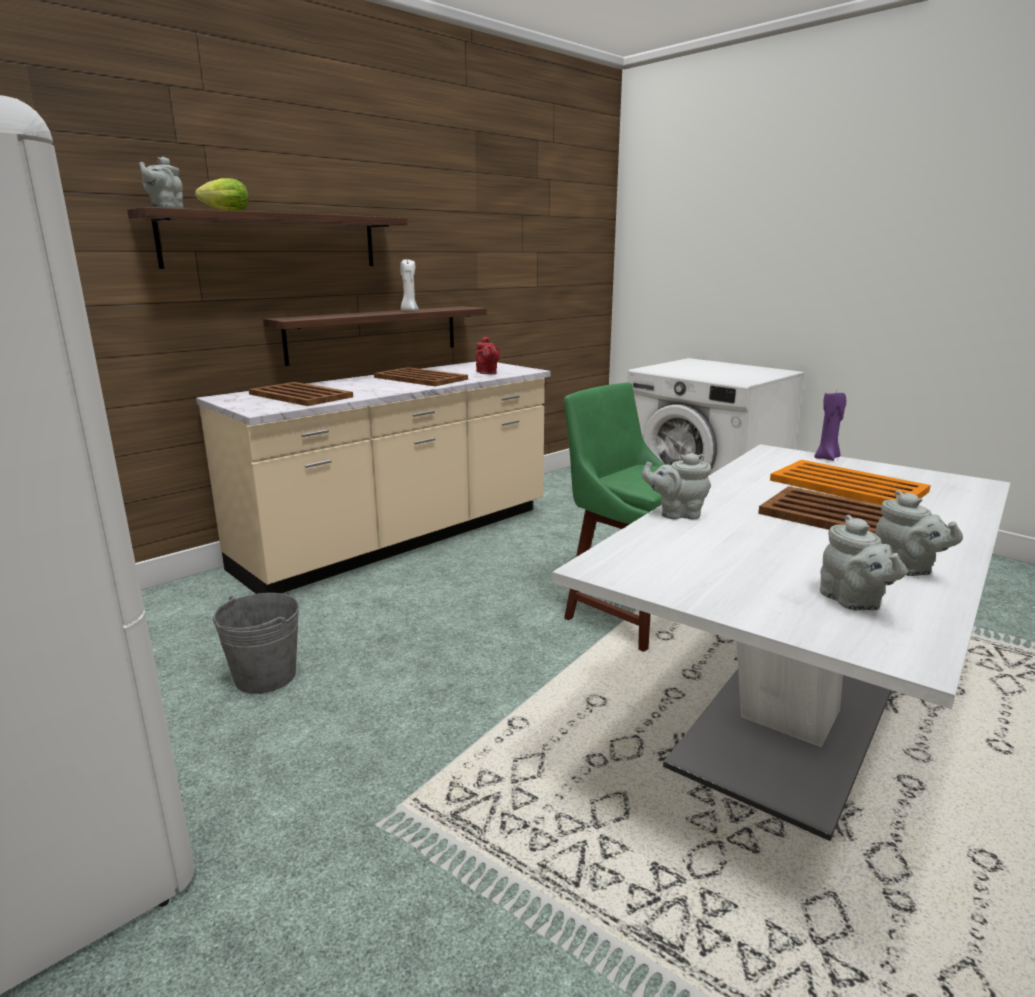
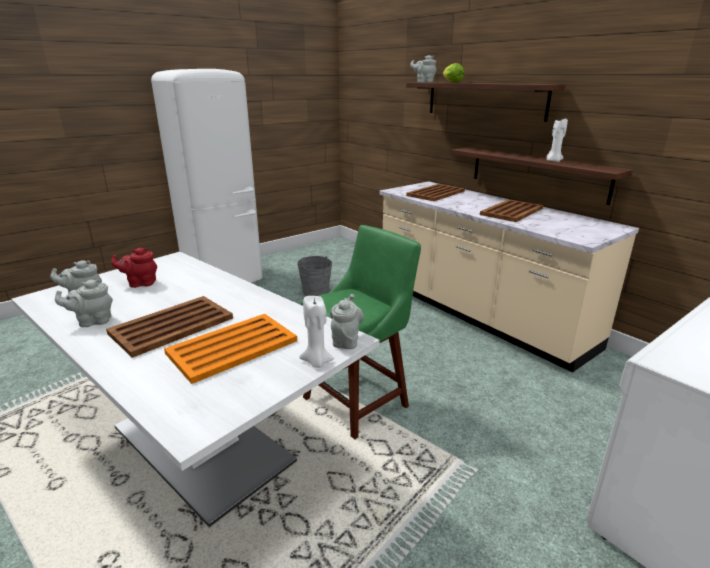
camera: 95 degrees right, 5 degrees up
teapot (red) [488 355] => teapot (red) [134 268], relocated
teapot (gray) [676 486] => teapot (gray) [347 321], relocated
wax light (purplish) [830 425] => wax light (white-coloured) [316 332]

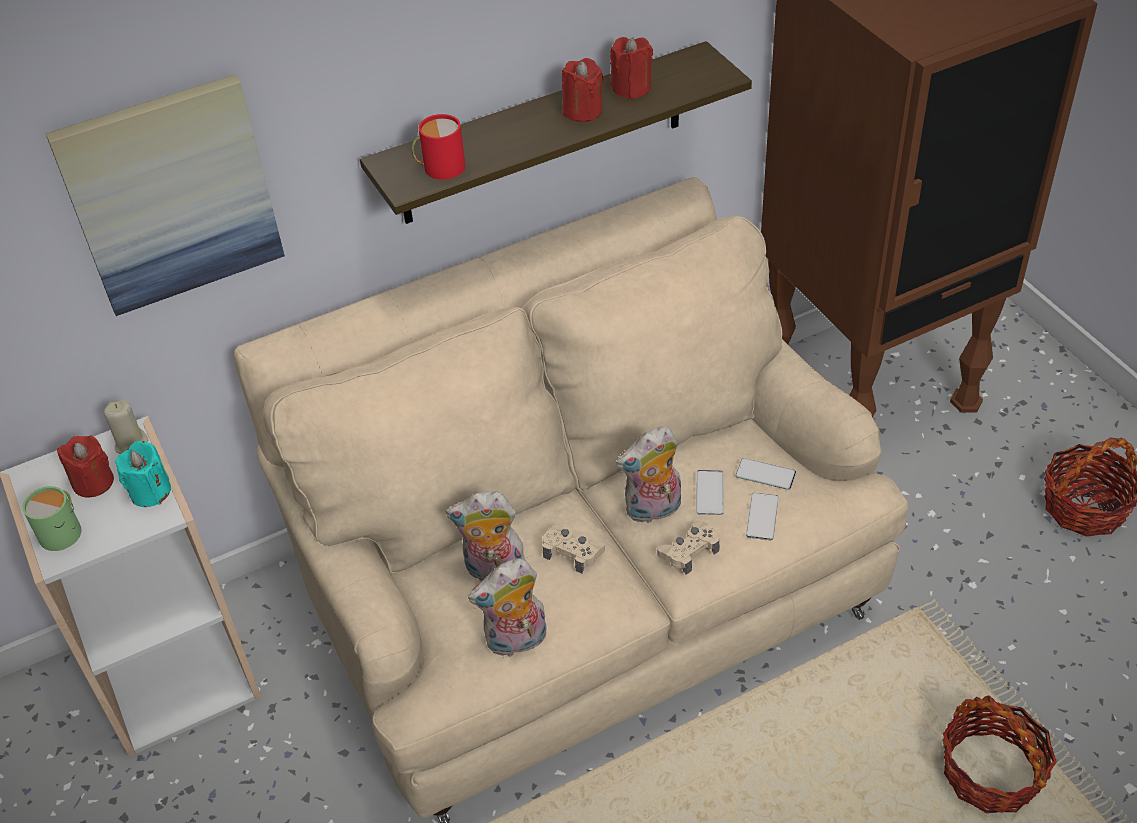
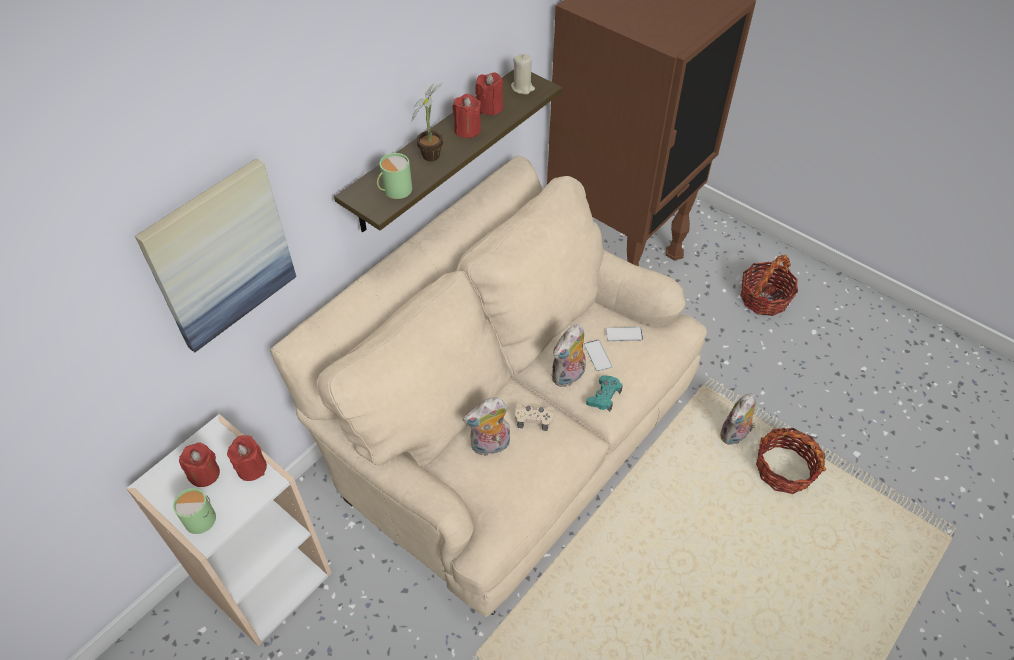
camera: 25 degrees left, 5 degrees up
wax light (beige-coloured) [126 426] => wax light (beige-coloured) [523 74], relocated
wax light (turquoise) [143 474] => wax light (red) [247 458]
mug (red) [438 147] => mug (green) [394 176]
plush toy [507 608] => plush toy [738 419], relocated
joypad (beige-coloured) [688 548] => joypad (turquoise) [604 393]
handset [762 516] => nothing
nothing => houseplant [428 121]

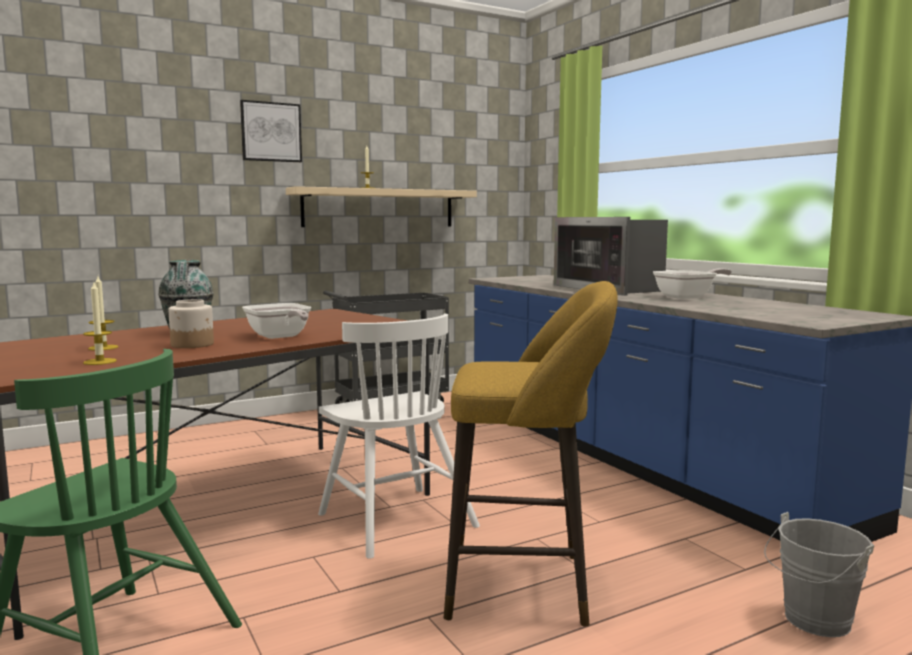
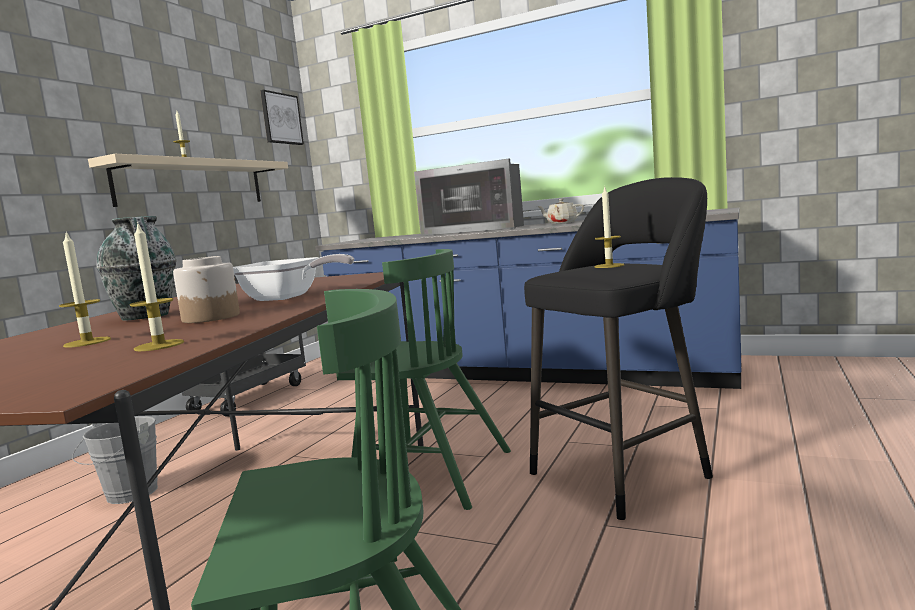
camera: 35 degrees left, 0 degrees up
wall picture [271 131] => wall picture [282 117], relocated
plain chair (white-coloured) [399 436] => plain chair (green) [423 379]
sitting stool (yellow-coloured) [531 453] => sitting stool (blackish) [618 348]
skillet [692 283] => teapot (beige-coloured) [560 211]
bucket (gray) [819 574] => bucket (gray) [115 460], relocated
nothing => wax light [609 227]

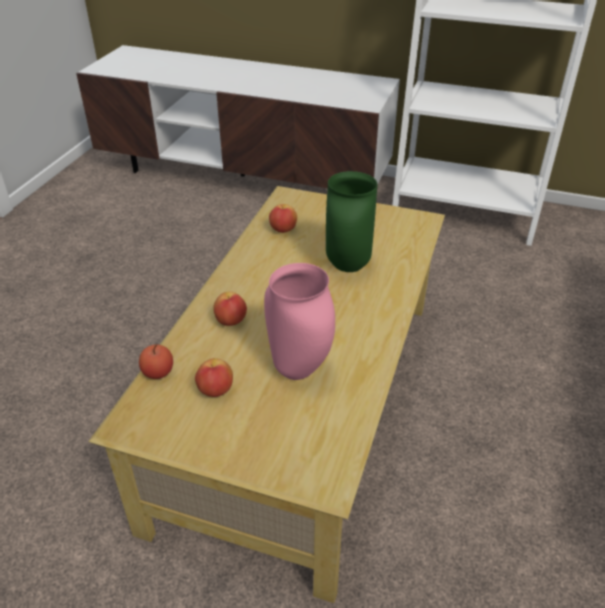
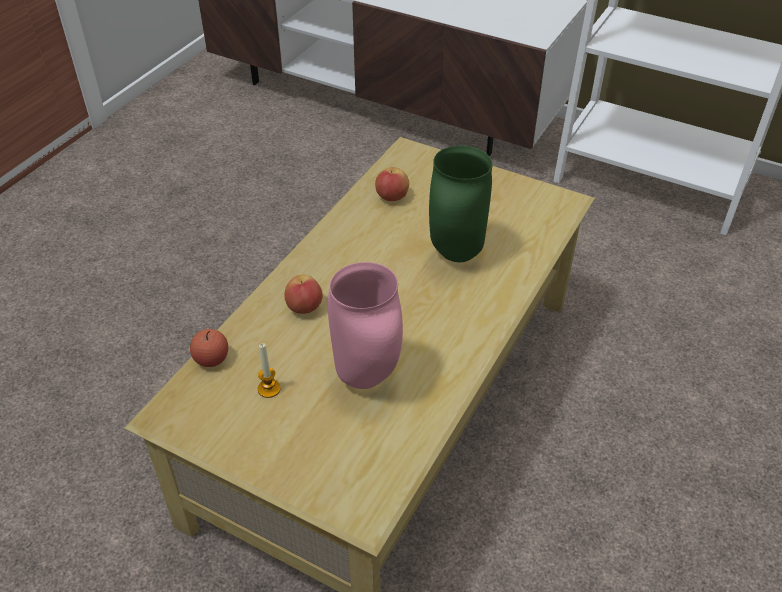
camera: 10 degrees right, 5 degrees up
whole apple [214 377] => wax light [269 370]

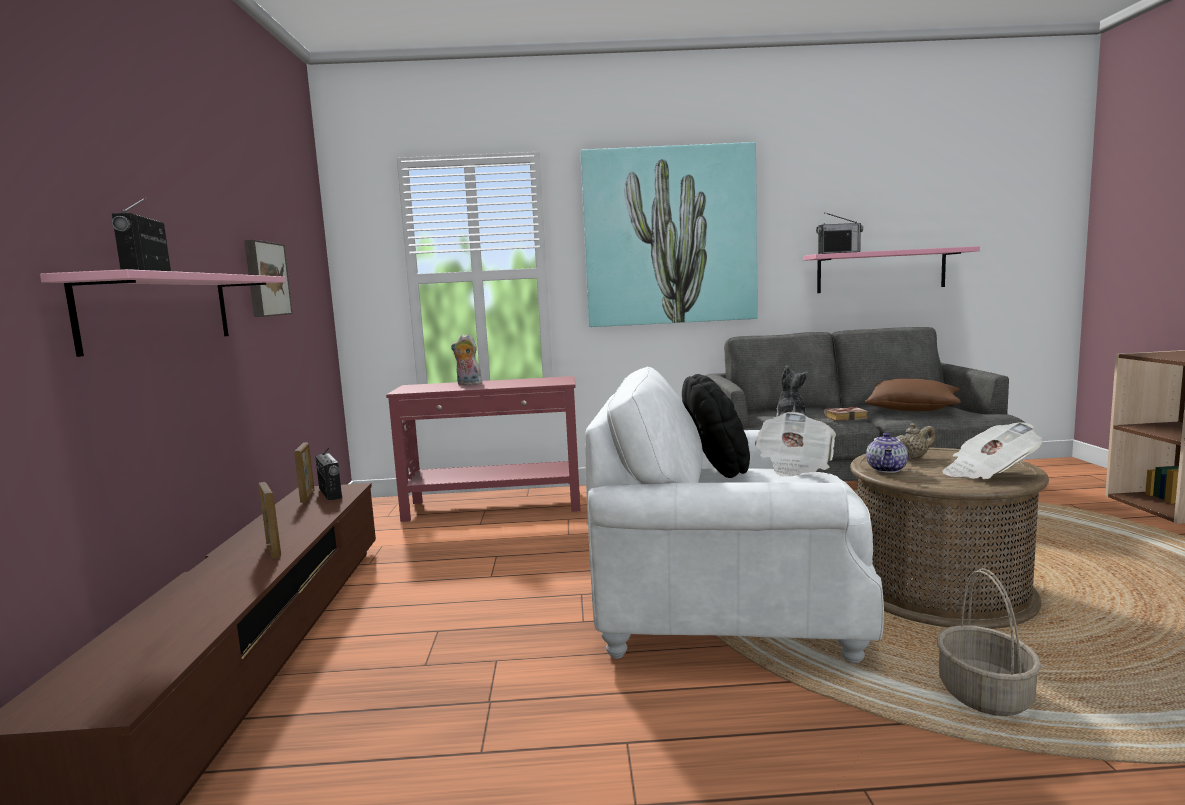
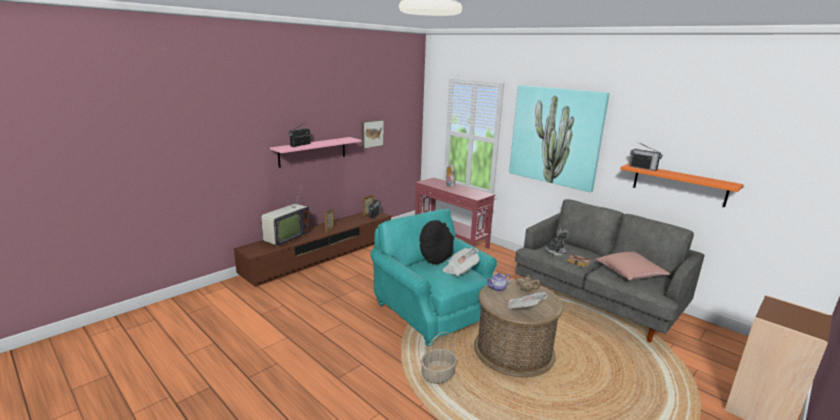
camera: 45 degrees right, 10 degrees up
armchair (white-coloured) [734 515] => armchair (turquoise) [433 277]
shelf (pink) [892 269] => shelf (orange) [682 185]
throw pillow (brownish) [913 394] => throw pillow (pink) [633 266]
nothing => television [285 216]

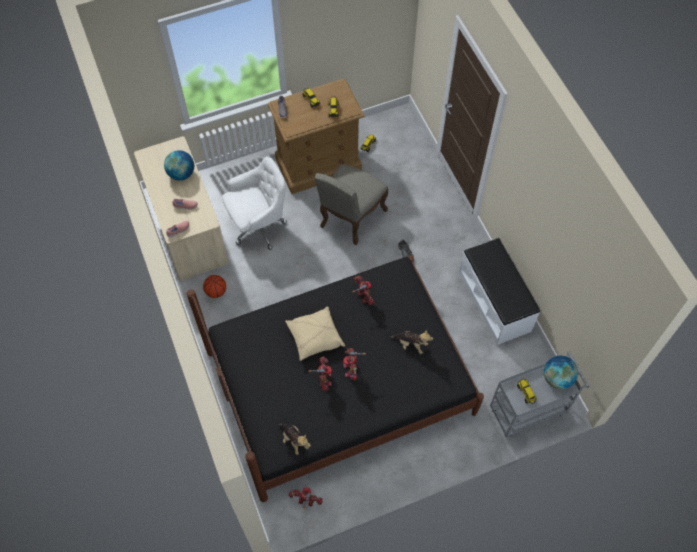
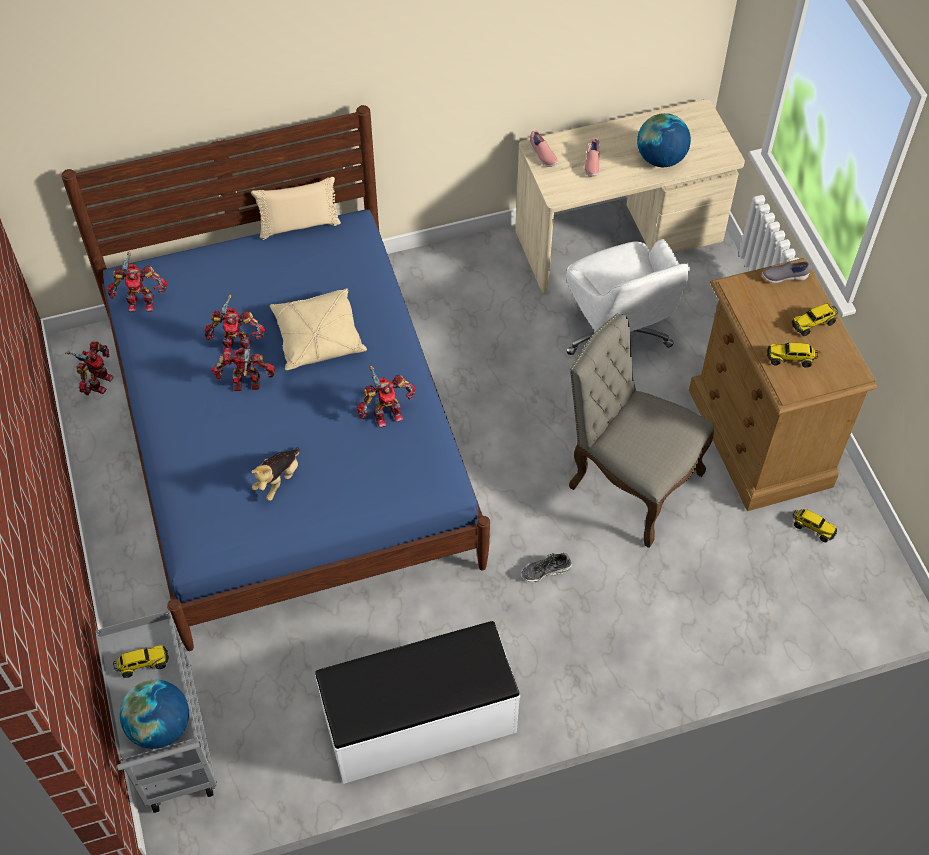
camera: 95 degrees right, 5 degrees down
sleeping bed (blackish) [335 378] => sleeping bed (blue) [275 378]
basketball [214 286] => nothing
plush toy [295 439] => model robot [137 282]
nothing => throw pillow (beige-coloured) [296 208]

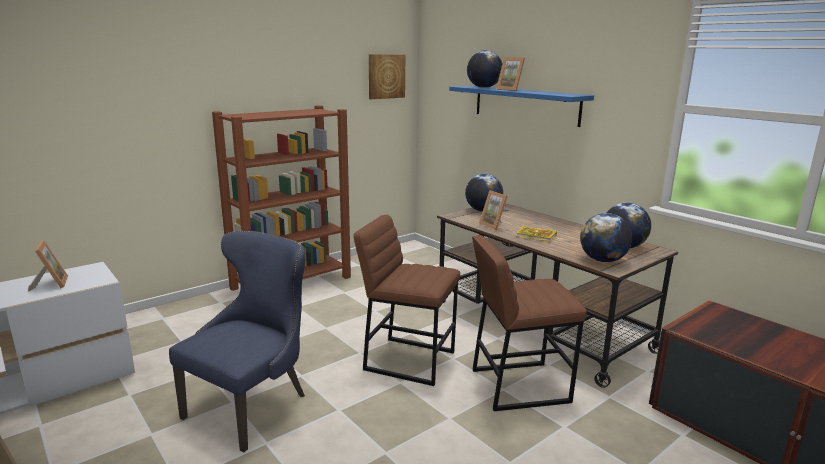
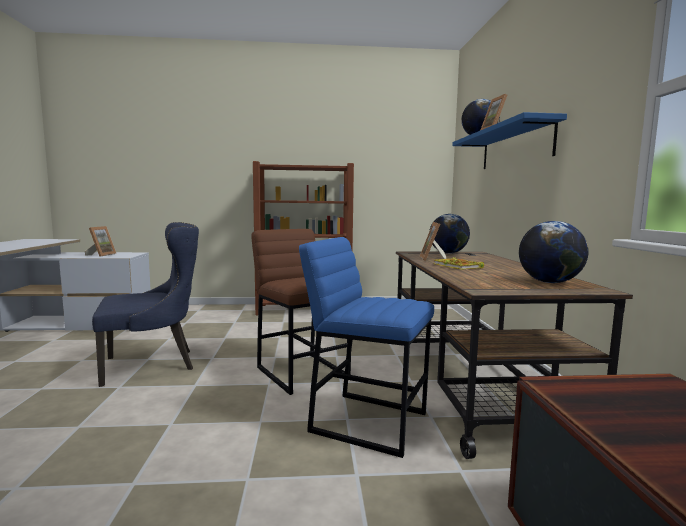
camera: 35 degrees right, 10 degrees down
wall picture [387 76] => nothing
plain chair (brownish) [529 323] => plain chair (blue) [366 347]
world globe [606 237] => nothing

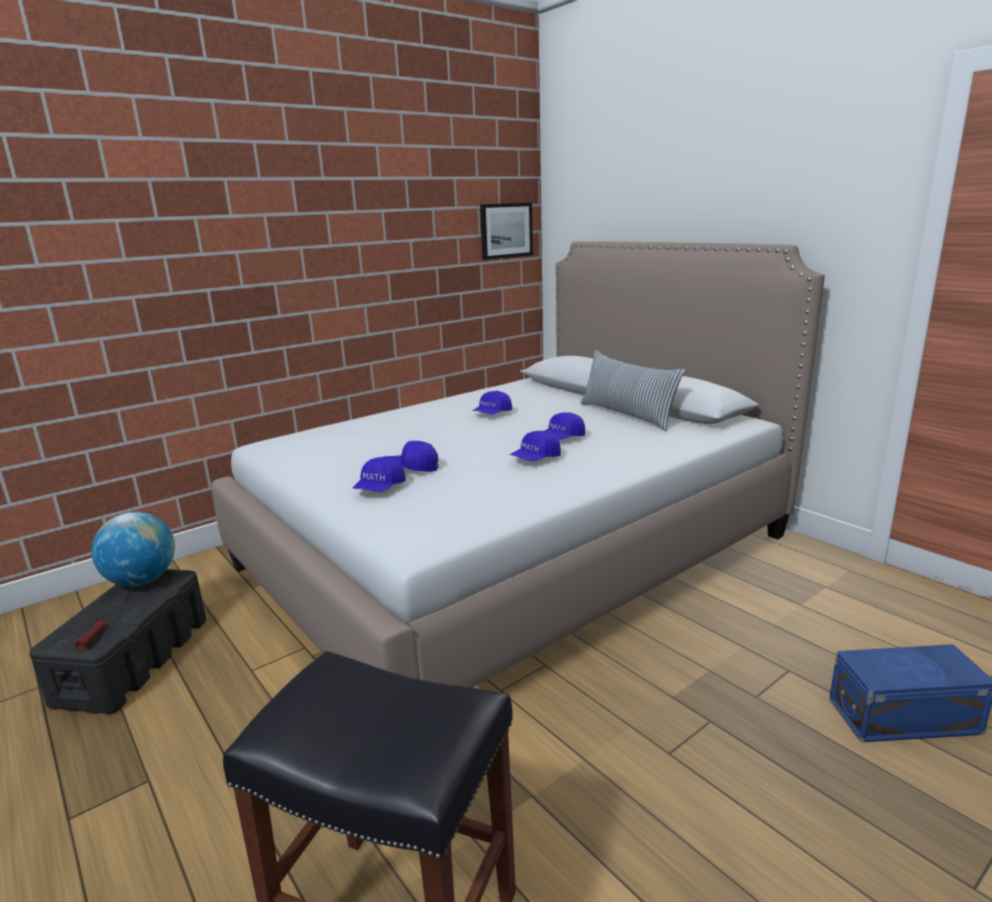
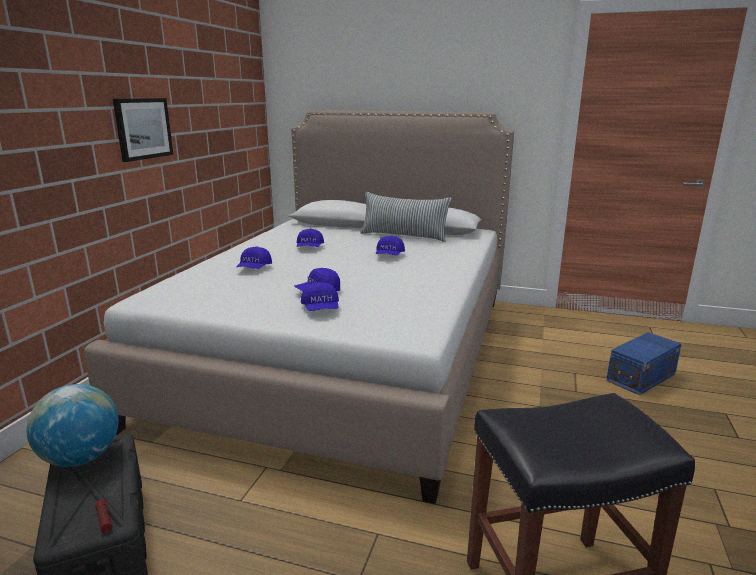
camera: 35 degrees left, 0 degrees up
wall picture [506 231] => wall picture [143 130], relocated
peaked cap (blue) [535 446] => peaked cap (blue) [254 257], relocated

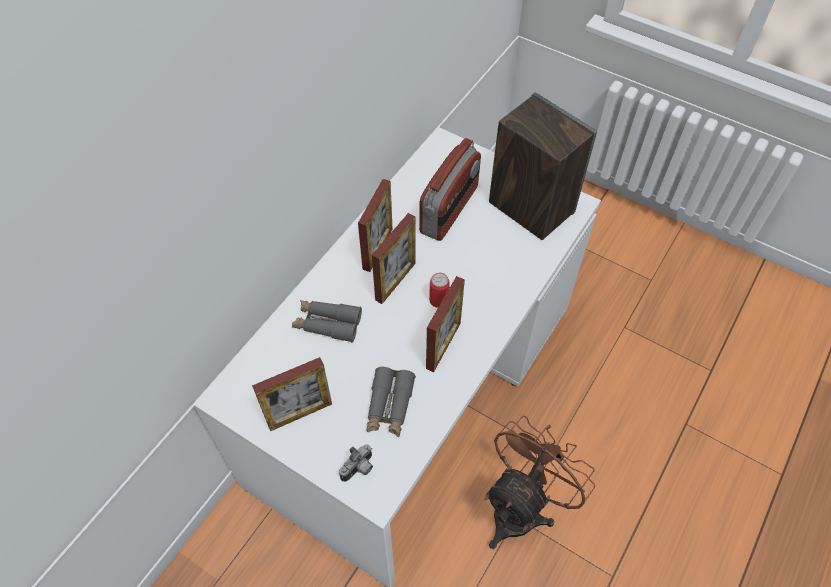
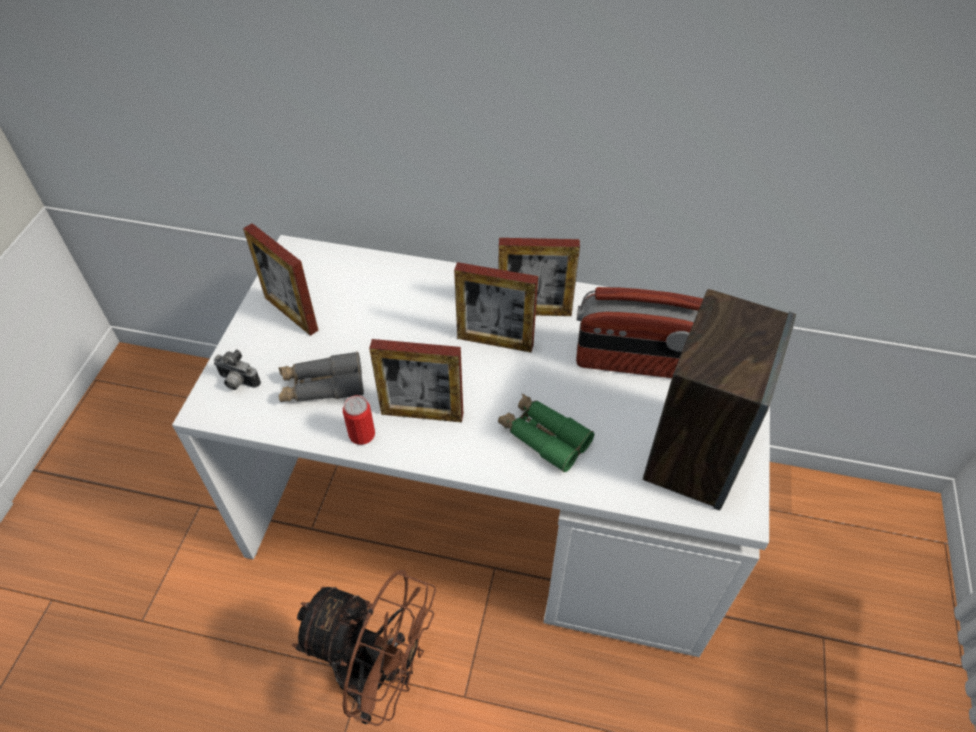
camera: 70 degrees right, 5 degrees down
field glasses (gray) [327 321] => nothing
metal can [439 290] => metal can [359 420], relocated
nothing => field glasses (green) [546 433]

